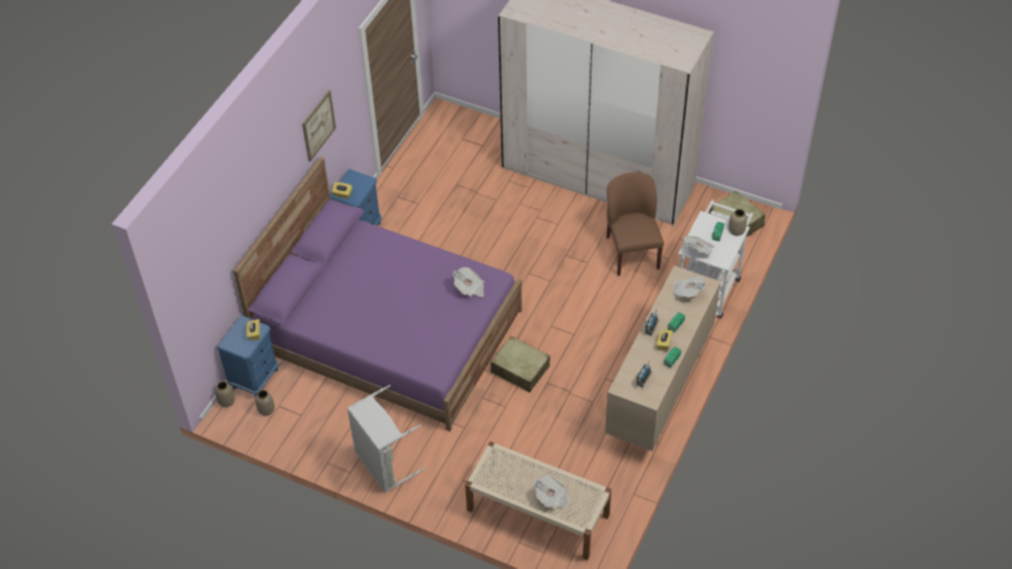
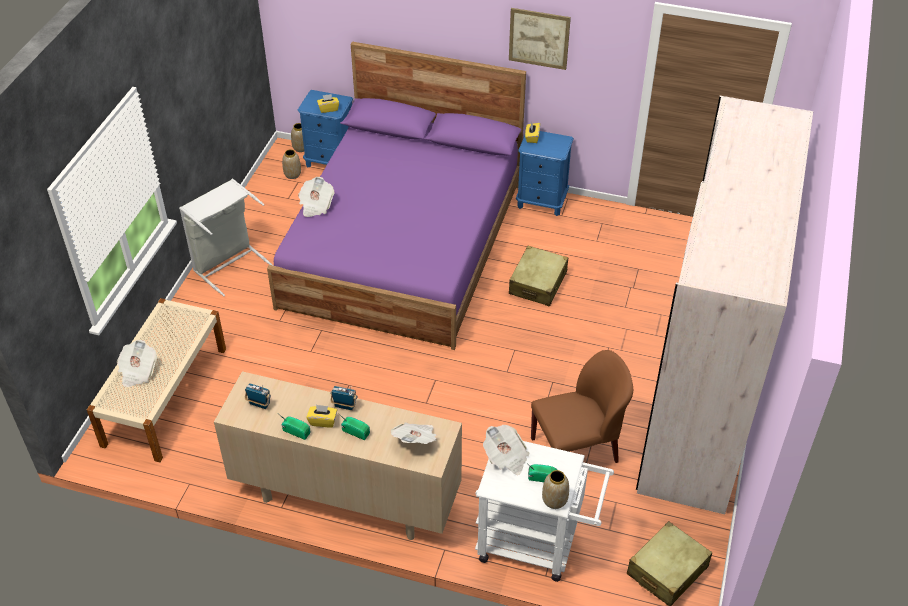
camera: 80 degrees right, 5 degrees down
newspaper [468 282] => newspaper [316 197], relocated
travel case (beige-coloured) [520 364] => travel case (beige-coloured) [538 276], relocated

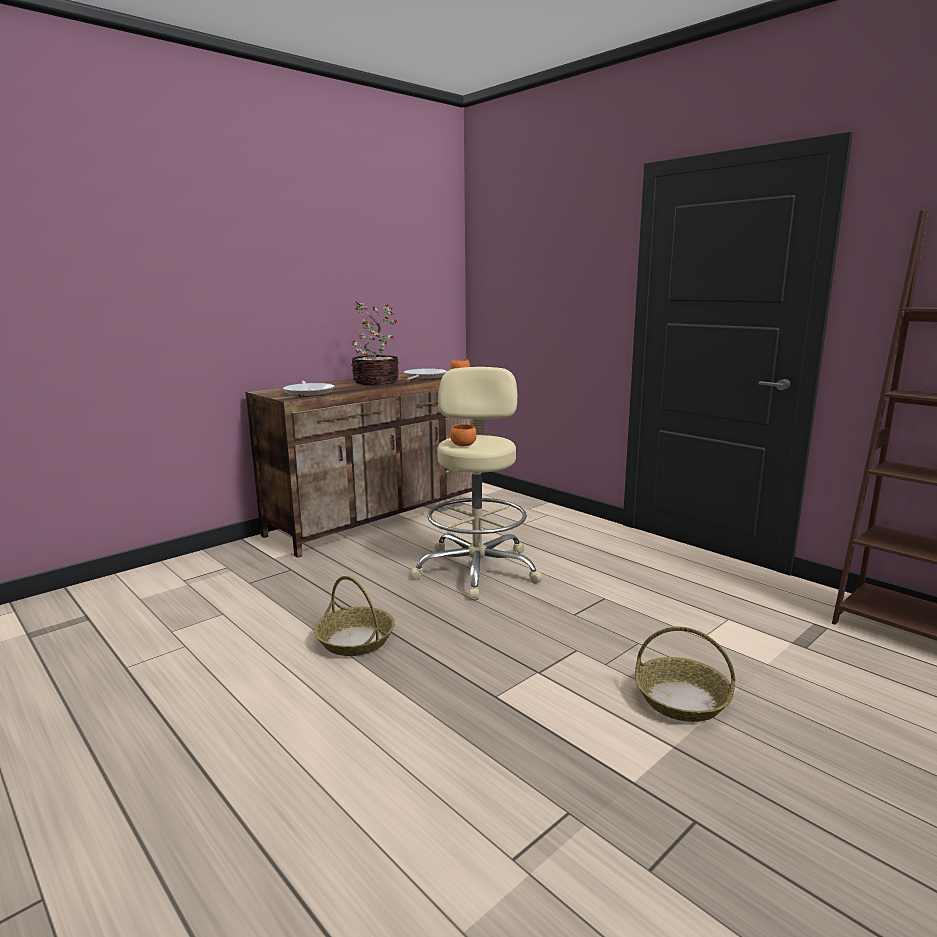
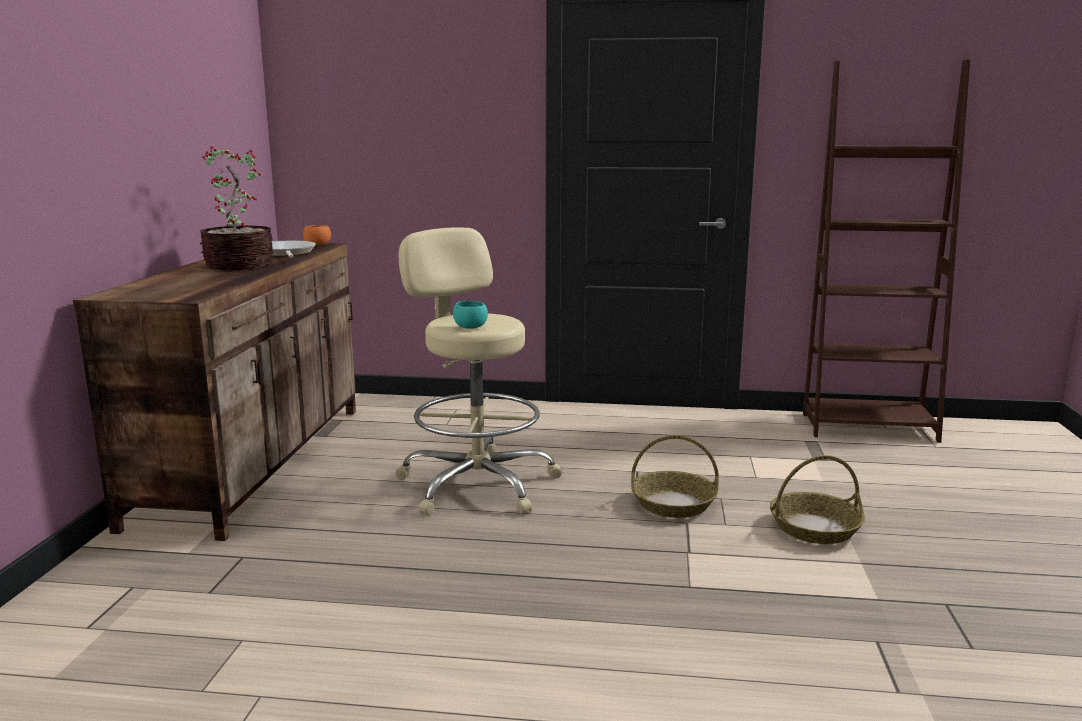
camera: 40 degrees left, 0 degrees up
skillet [308 389] => nothing
household basket [354 616] => household basket [675 476], relocated
bowl (orange) [463 435] => bowl (turquoise) [470 315]

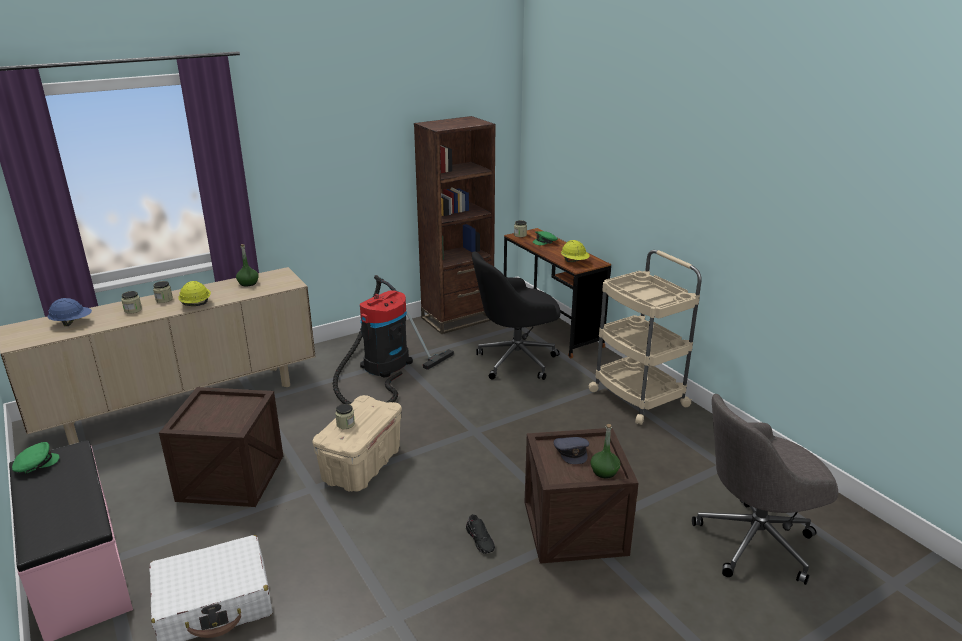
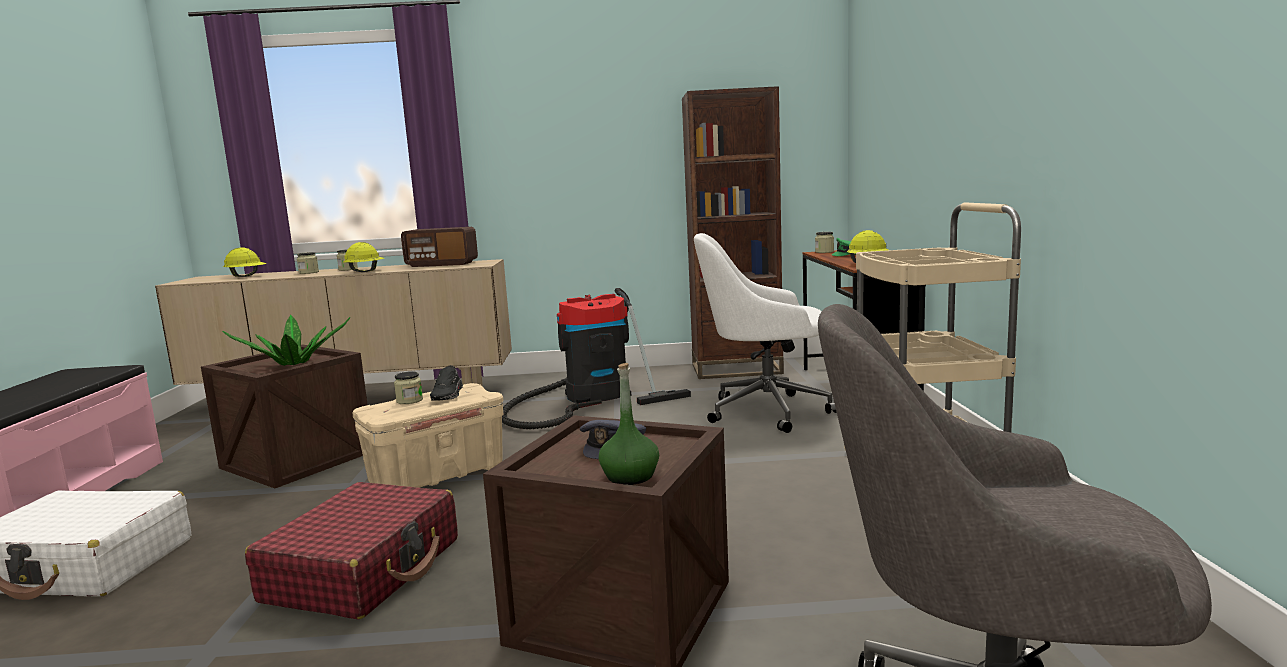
camera: 30 degrees right, 15 degrees down
peaked cap (green) [35 457] => nothing
work helmet (blue) [69 312] => work helmet (yellow-coloured) [245 262]
drink bottle (green) [247 265] => radio receiver [439 247]
low shoe (blackish) [480 534] => low shoe (blackish) [446 383], relocated
computer chair (blackish) [516 315] => computer chair (white-coloured) [765 333]
nothing => houseplant [287 340]
nothing => travel case (red) [351 551]

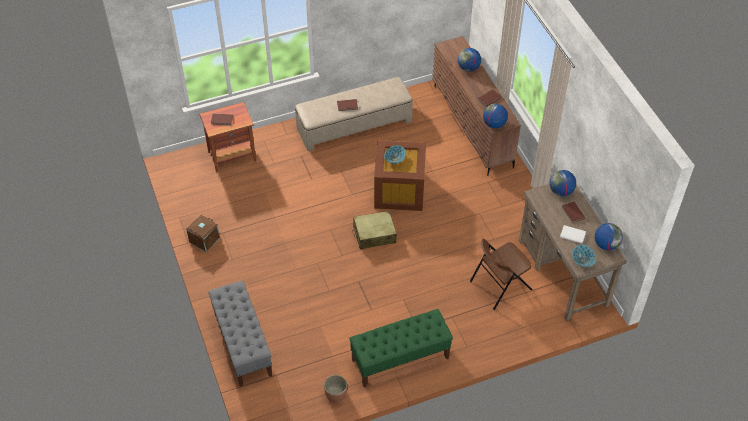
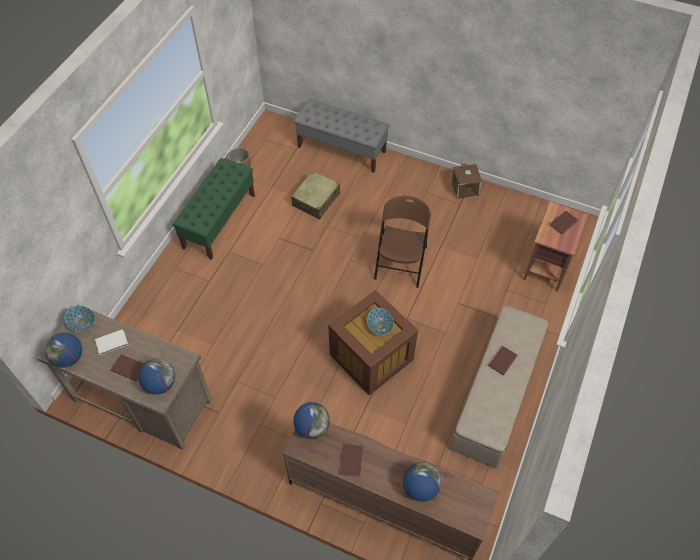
camera: 135 degrees right, 5 degrees up
travel case (beige-coloured) [374 230] => travel case (beige-coloured) [315 194], relocated
plain chair (brownish) [501 274] => plain chair (brownish) [402 242], relocated

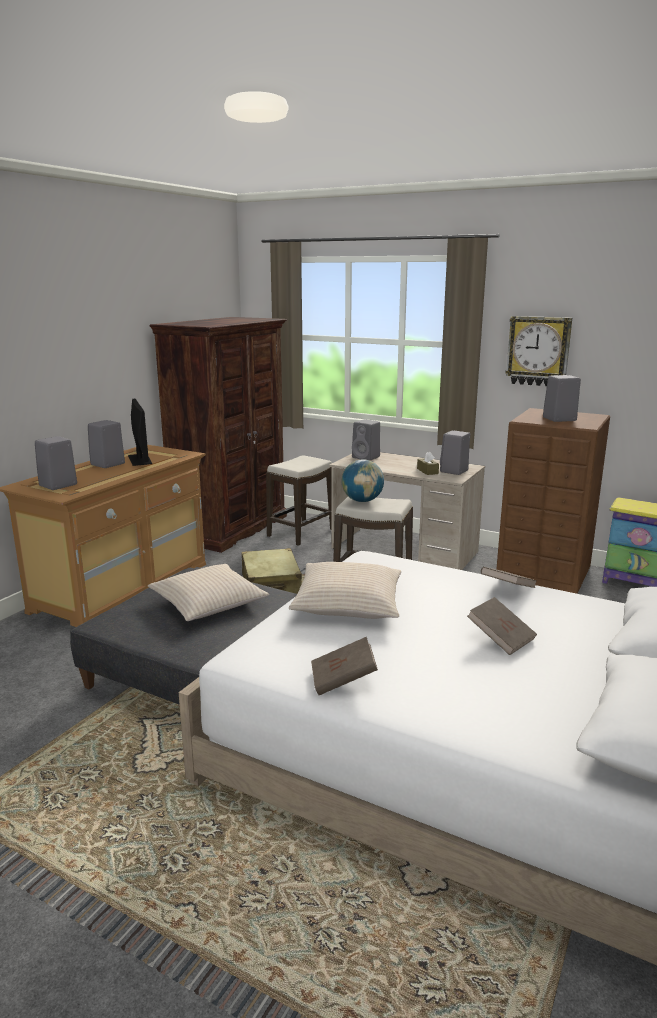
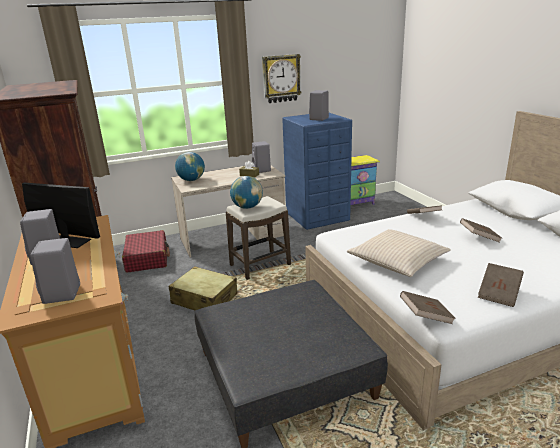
camera: 50 degrees left, 5 degrees up
throw pillow (beige-coloured) [208 592] => nothing
sitting stool [299 500] => travel case (red) [146 251]
speaker (gray) [366 440] => world globe [190 166]
drawer chest (brownish) [553 501] => drawer chest (blue) [317 171]
nothing => volume (brownish) [428 307]

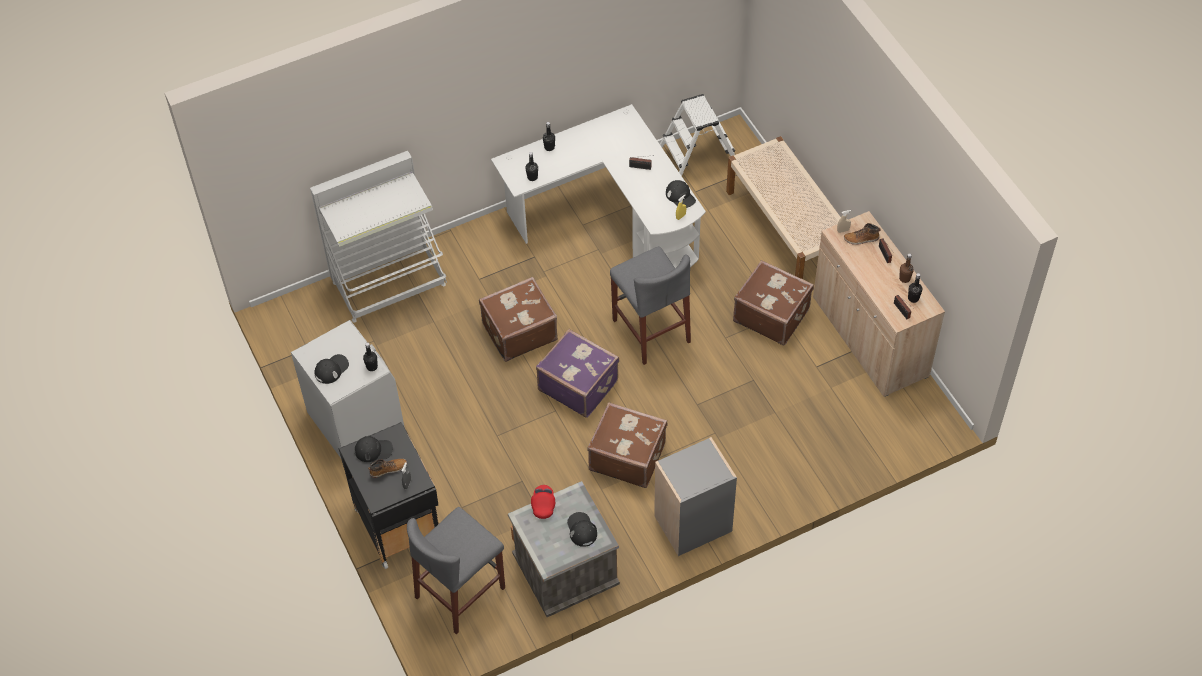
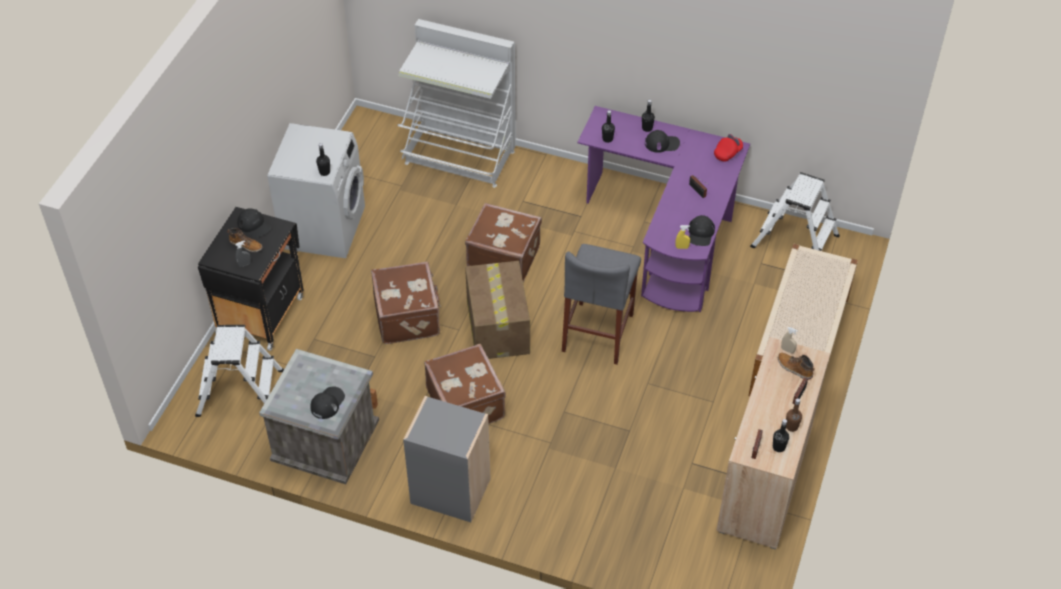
camera: 45 degrees right, 5 degrees down
peaked cap (blackish) [332 369] => peaked cap (blackish) [662 141], relocated
sitting stool (gray) [456 570] => stepladder (white-coloured) [239 371]
desk table (white-coloured) [598 186] => desk table (purplish) [664 209]
peaked cap (red) [543 502] => peaked cap (red) [728 148], relocated
travel case (purplish) [577 373] => cardboard box [497 310]
travel case (brownish) [773 302] => travel case (brownish) [406 302], relocated

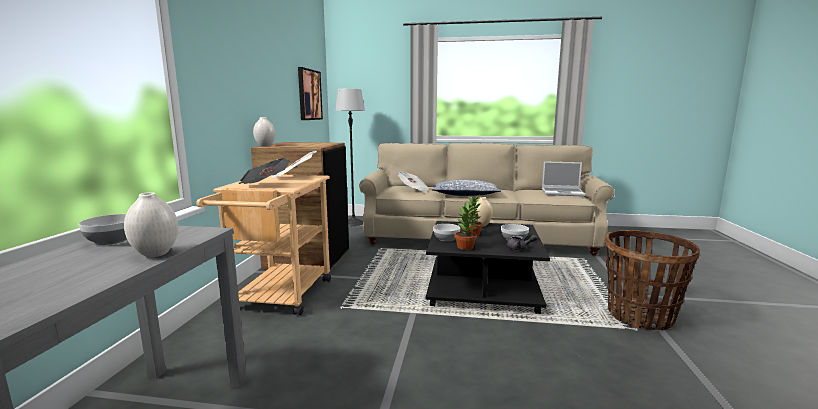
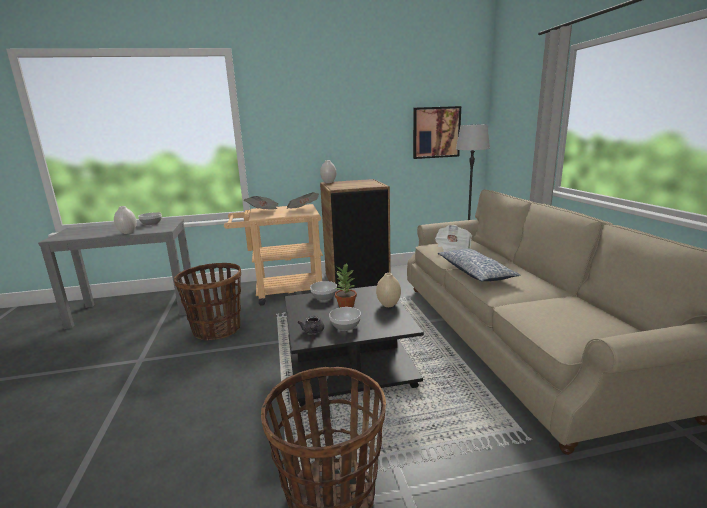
camera: 70 degrees right, 5 degrees up
houseplant [466 226] => nothing
notebook computer [563 178] => nothing
nothing => household basket [207 302]

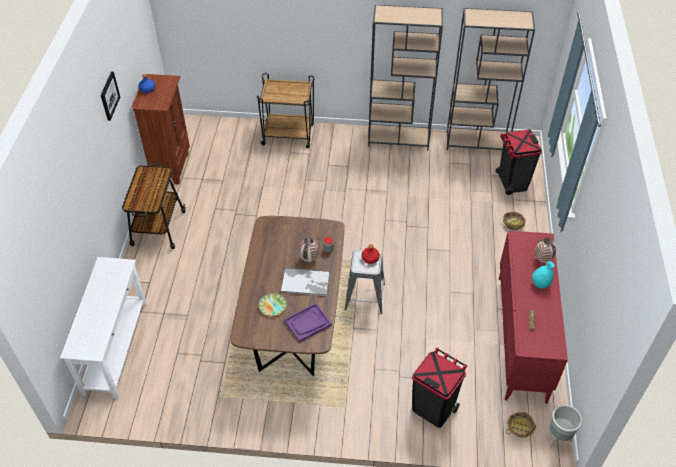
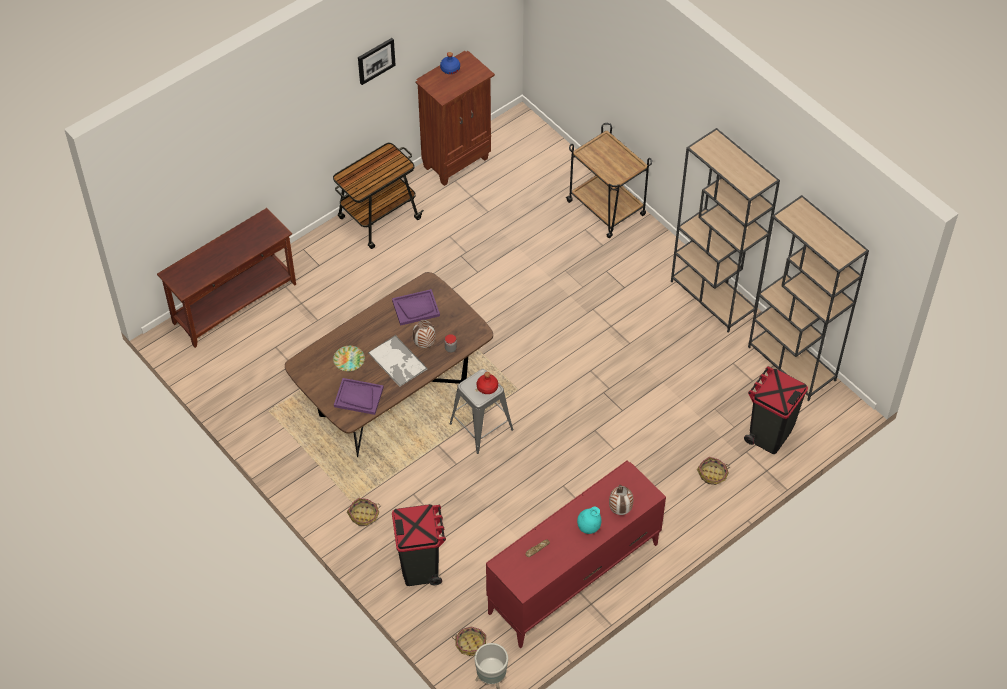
camera: 45 degrees right, 5 degrees up
console table (white-coloured) [103 328] => console table (brownish) [226 278]
nothing => household basket [363 512]
nothing => tray (purplish) [416 307]

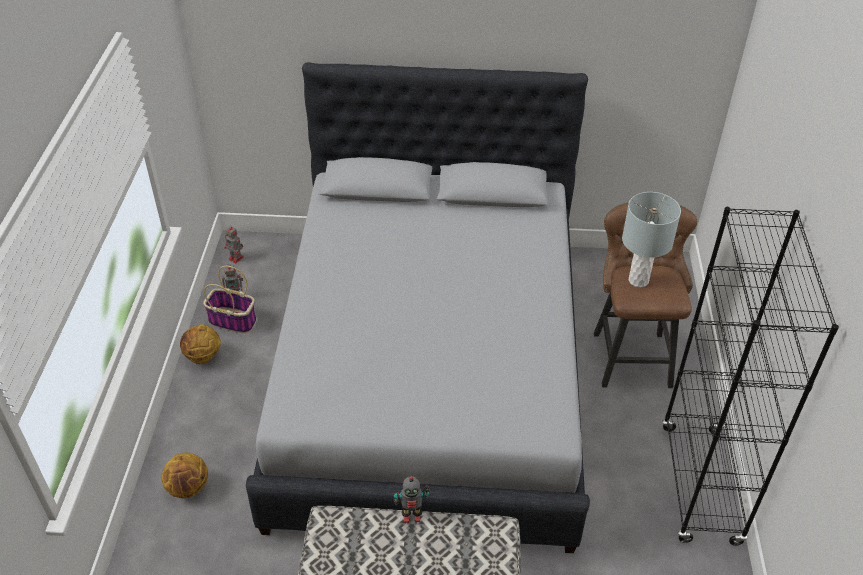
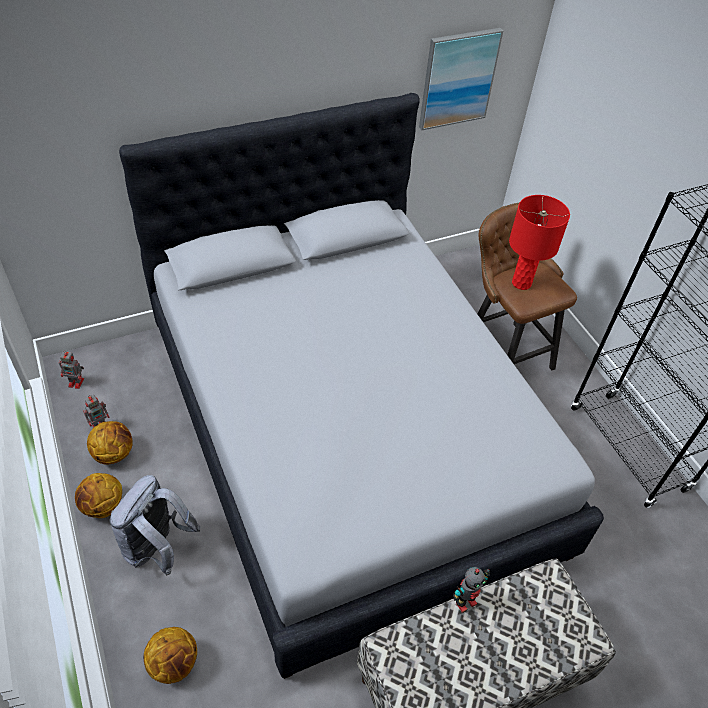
camera: 30 degrees left, 5 degrees up
household basket [229 299] => basketball [110 443]
tabletop lamp (gray) [651 240] => tabletop lamp (red) [539 242]
nothing => rucksack (gray) [155 525]
nothing => wall picture [461 79]

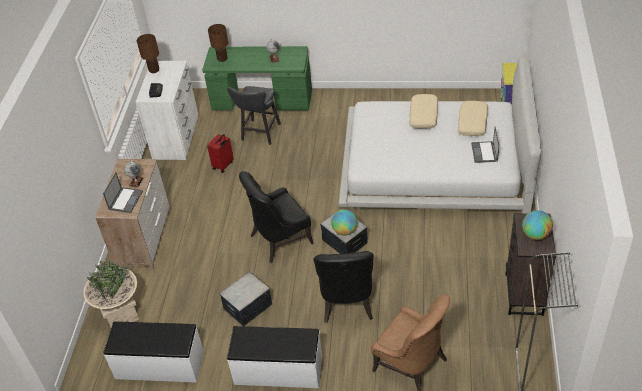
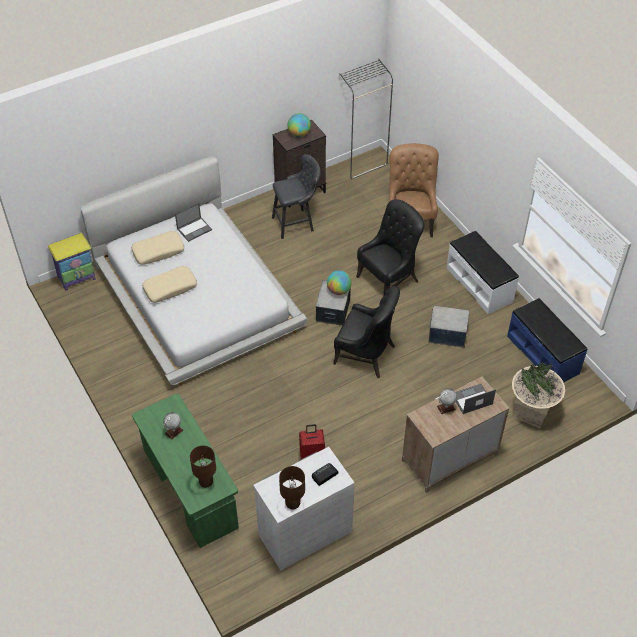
camera: 130 degrees left, 5 degrees up
long seat (white-coloured) [153 352] => long seat (blue) [547 340]
sitting stool (gray) [254 115] => sitting stool (gray) [296 196], relocated

